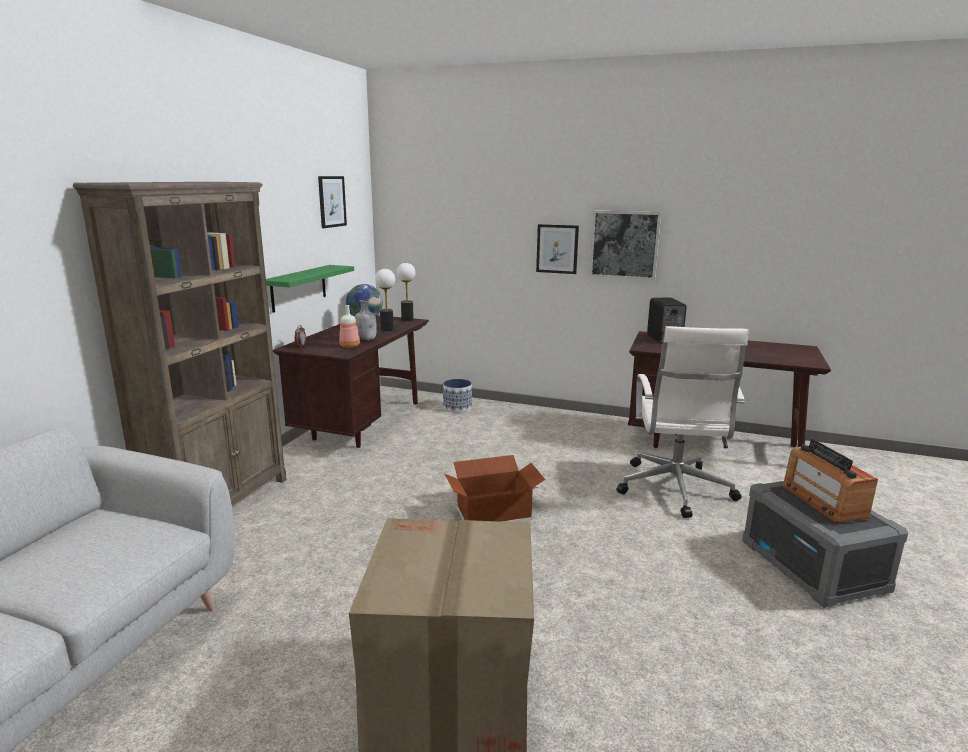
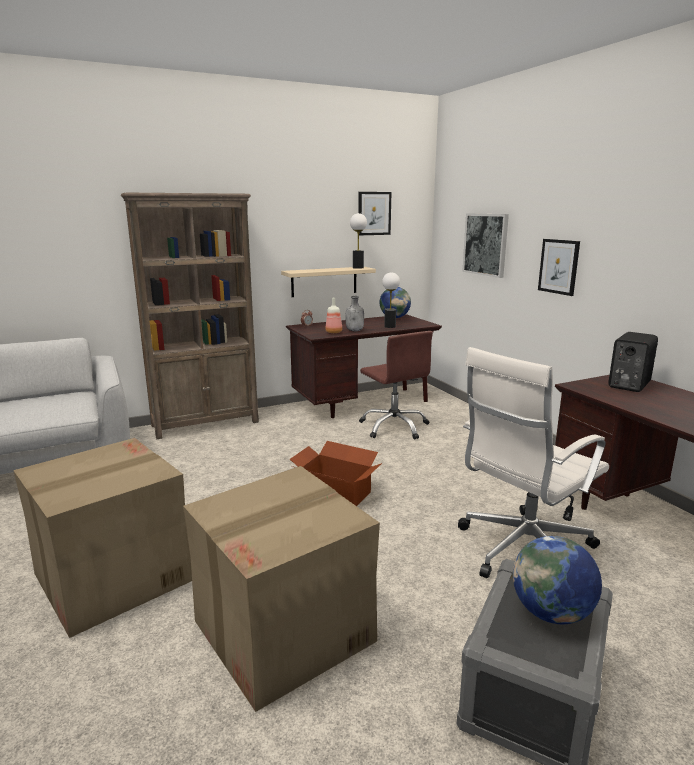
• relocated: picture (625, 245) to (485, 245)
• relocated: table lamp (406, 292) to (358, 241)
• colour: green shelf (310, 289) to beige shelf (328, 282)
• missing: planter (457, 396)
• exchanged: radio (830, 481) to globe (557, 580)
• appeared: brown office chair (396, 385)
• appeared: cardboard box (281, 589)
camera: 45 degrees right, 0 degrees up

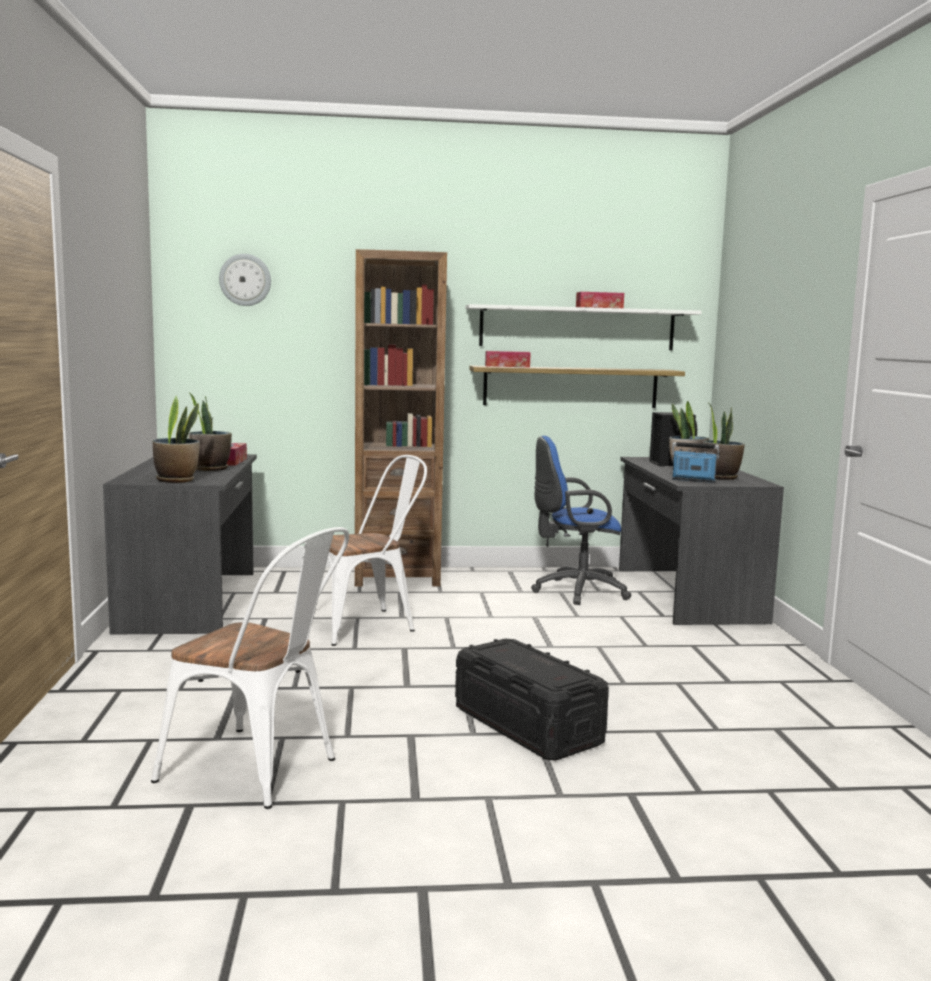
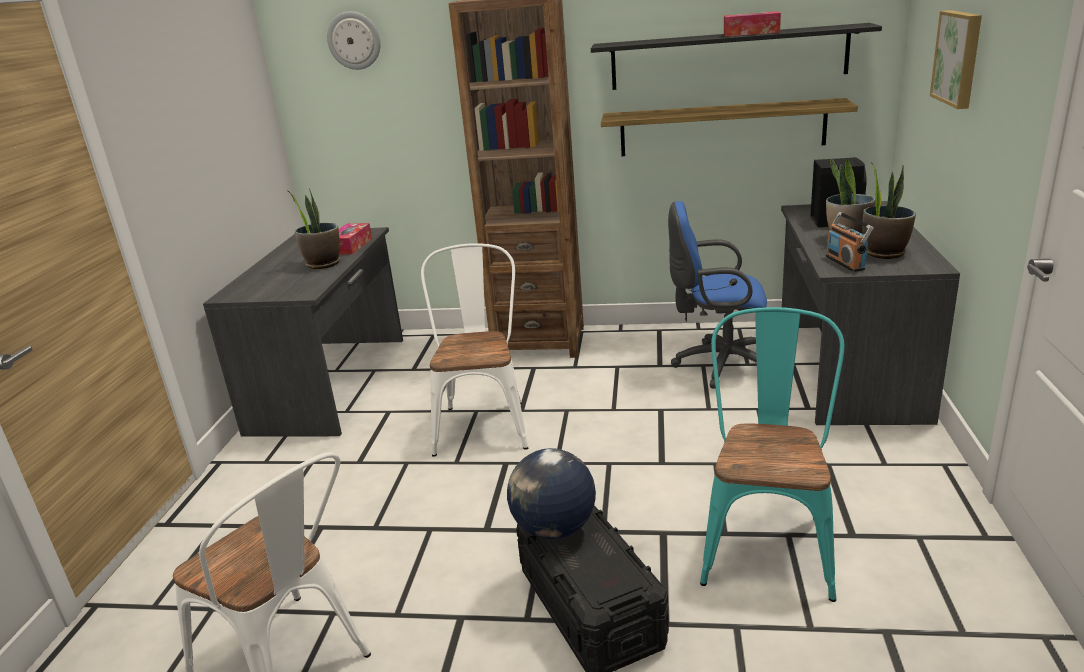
• colour: white shelf (583, 327) to black shelf (736, 56)
• missing: tissue box (508, 359)
• missing: potted plant (176, 439)
• spun: radio (695, 462) = (849, 242) 135 degrees counterclockwise
• spun: white chair (377, 550) = (474, 350) 75 degrees counterclockwise
• appeared: picture (956, 59)
• appeared: turquoise chair (772, 454)
• appeared: globe (551, 493)
camera: 15 degrees right, 15 degrees up

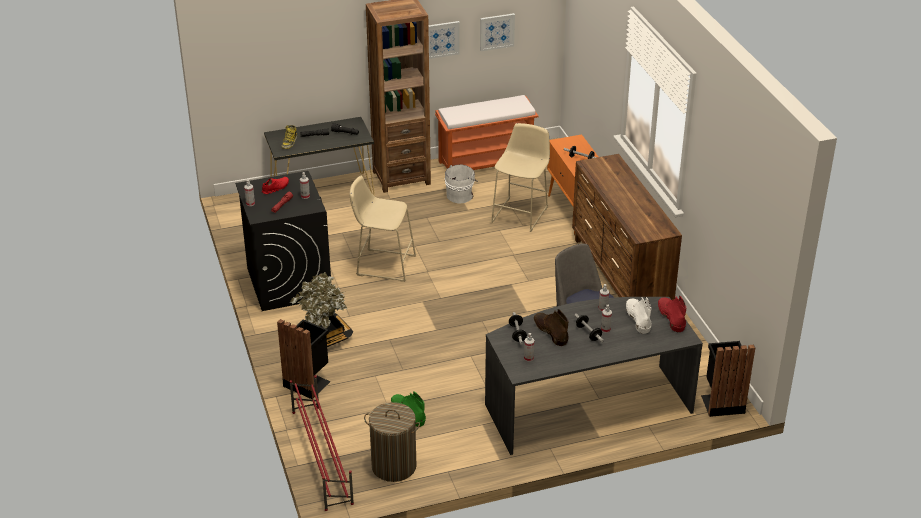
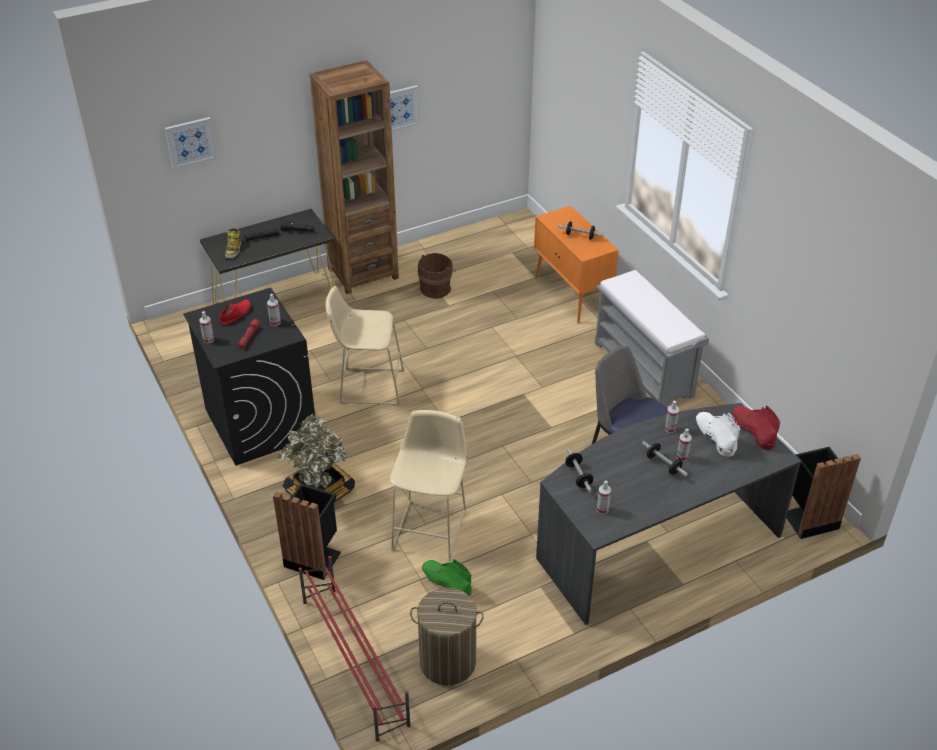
• relocated: picture (497, 32) to (191, 143)
• missing: orange bench (486, 132)
• relocated: beige stool (520, 177) to (428, 485)
• exchanged: brown dresser (627, 227) to grey bench (652, 338)
• colour: white bucket (461, 184) to brown bucket (437, 276)
• missing: brown boot (551, 327)
camera: 10 degrees left, 5 degrees up

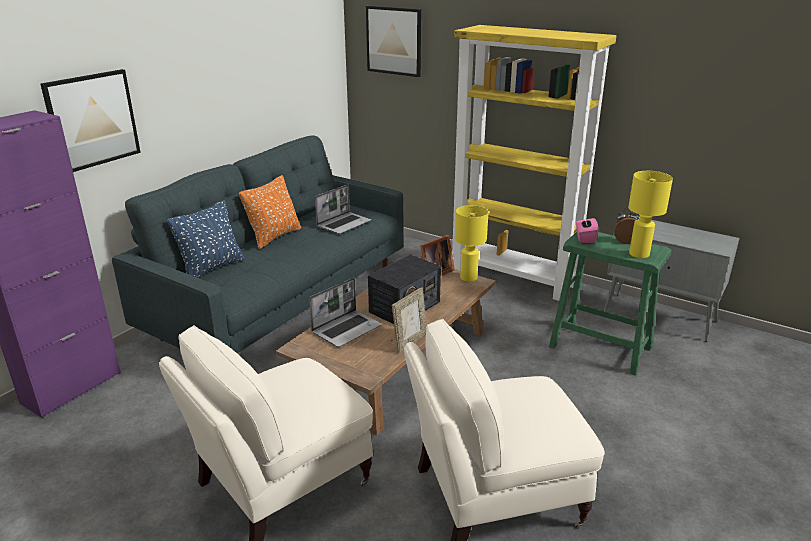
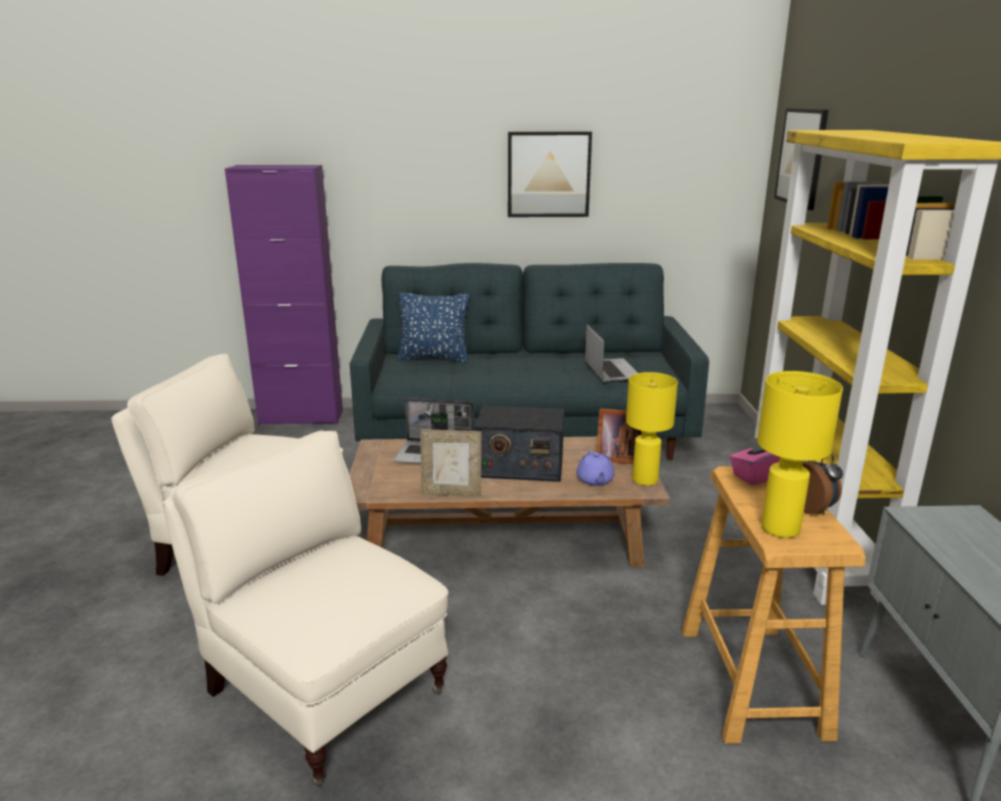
• relocated: picture (90, 120) to (550, 174)
• missing: orange pillow (270, 212)
• spun: laptop (343, 209) = (611, 353) 105 degrees counterclockwise
• colour: green stool (610, 303) to beige stool (774, 605)
• appeared: purple teapot (595, 468)
camera: 55 degrees right, 5 degrees down

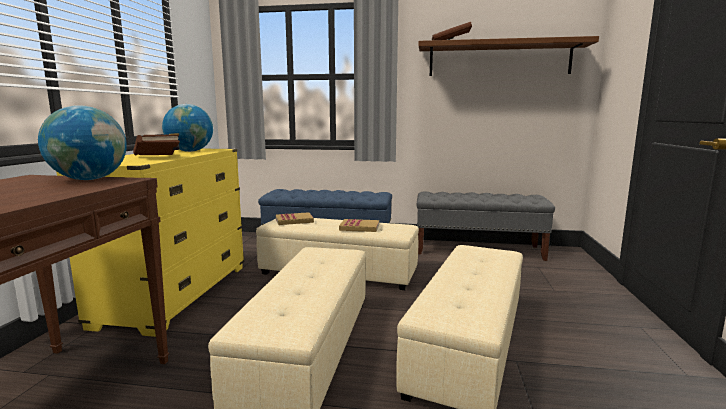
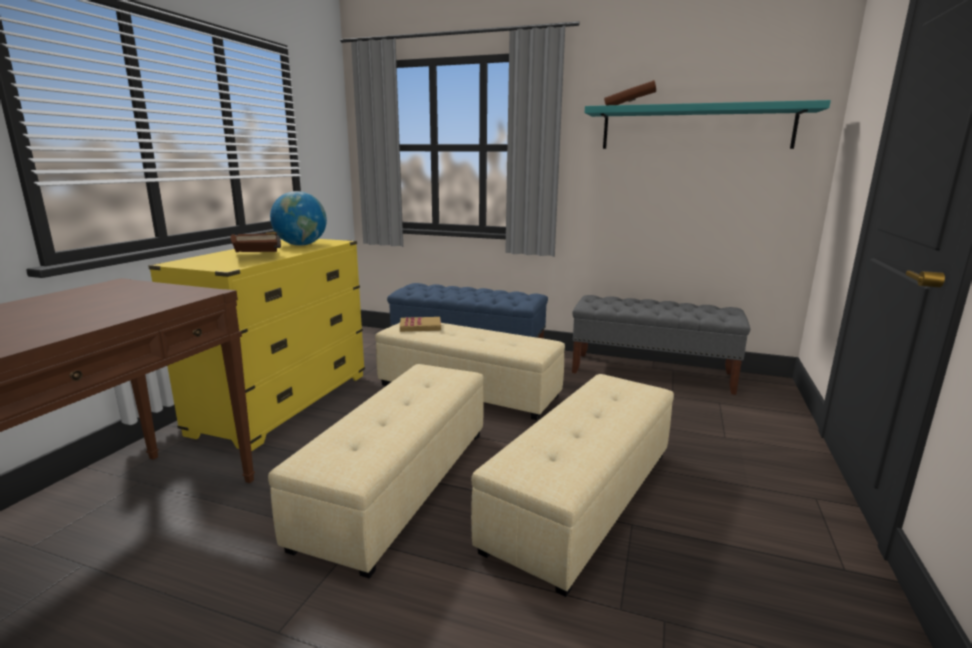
• colour: brown shelf (508, 56) to turquoise shelf (708, 124)
• missing: globe (82, 142)
• missing: book (359, 225)
camera: 10 degrees right, 5 degrees up

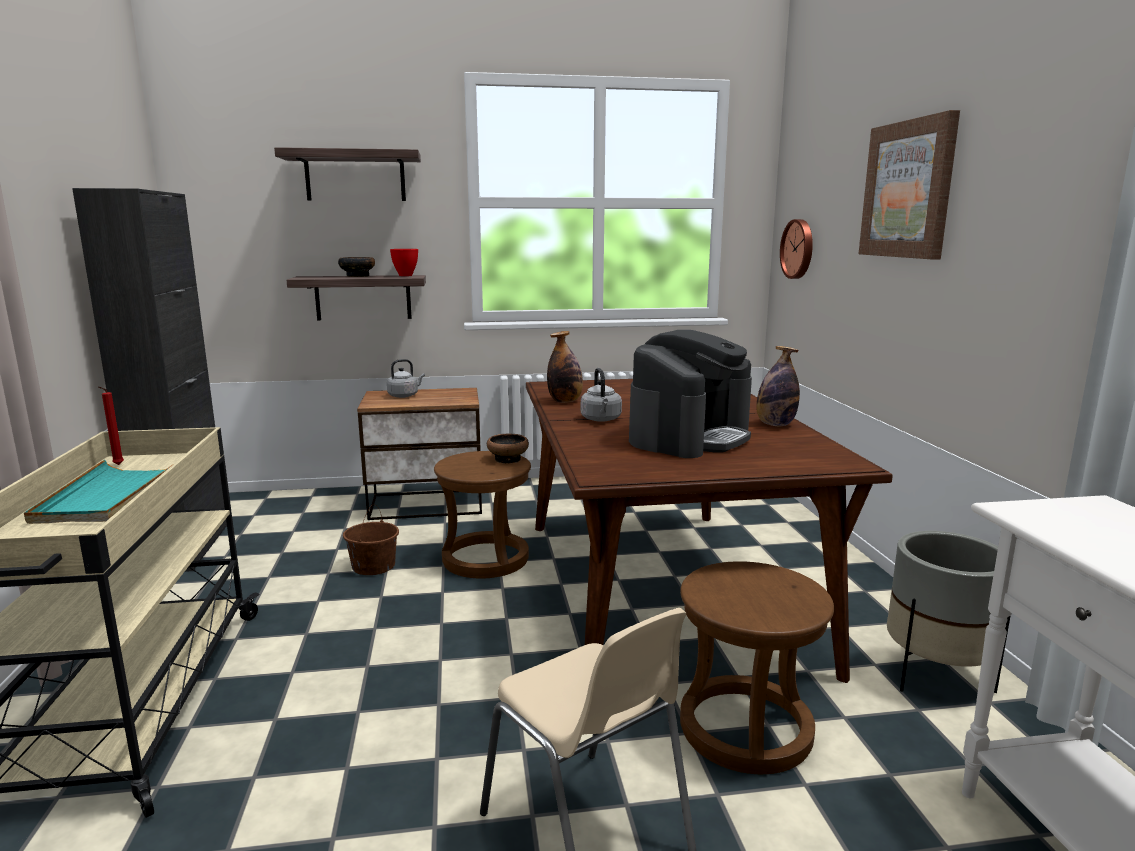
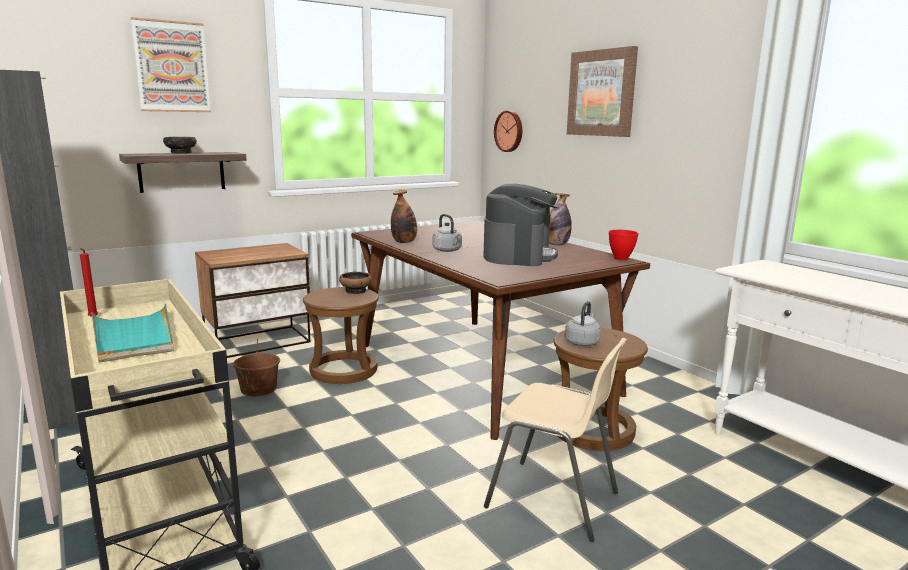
• exchanged: shelf (347, 174) to picture (171, 64)
• relocated: red bowl (404, 262) to (624, 245)
• relocated: grey kettle (406, 378) to (583, 323)
• missing: grey planter (948, 612)
camera: 25 degrees left, 0 degrees up

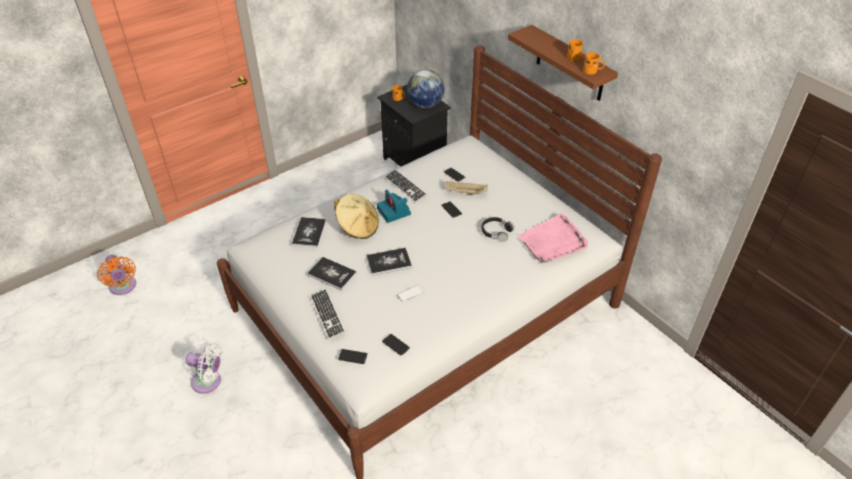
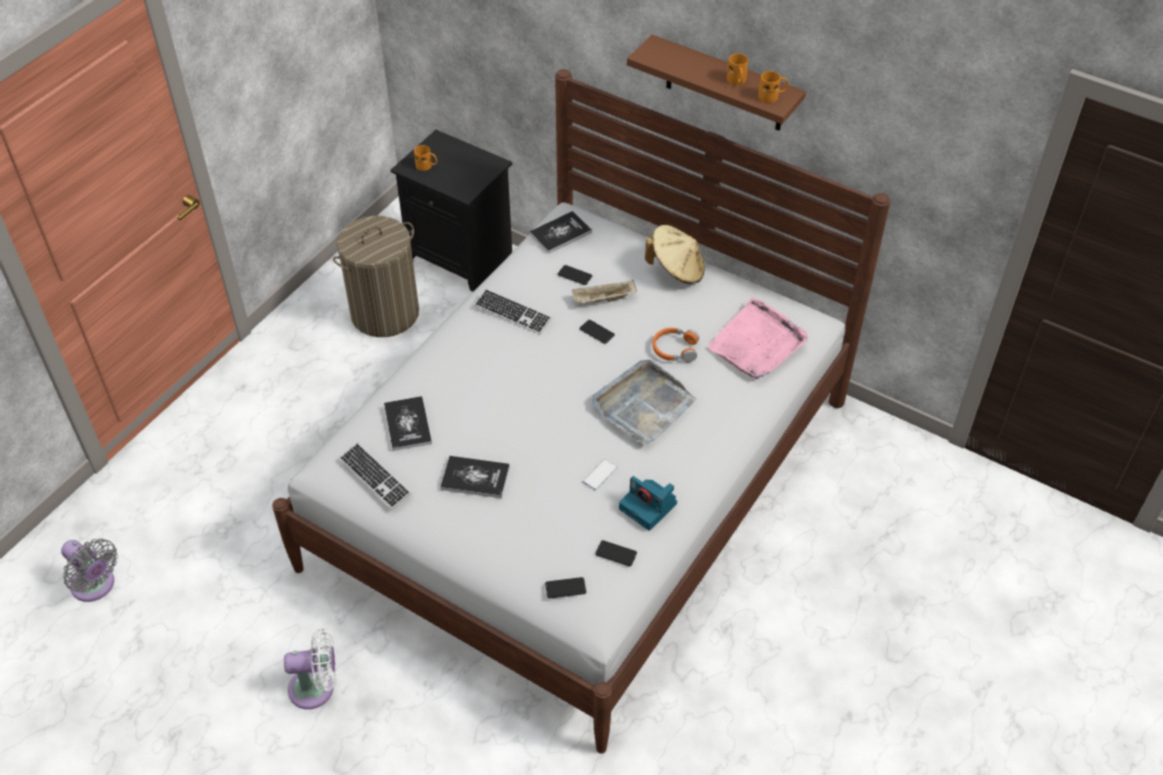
• missing: globe (426, 88)
• relocated: photo camera (394, 206) to (648, 503)
• relocated: beige hat (356, 216) to (675, 254)
• colour: black headphones (497, 229) to orange headphones (675, 345)
• relocated: book (389, 262) to (560, 232)
• colour: orange fan (116, 274) to grey fan (89, 570)
• relocated: keyboard (328, 314) to (375, 476)
• appeared: laundry basket (376, 276)
• appeared: grey tray (644, 402)
camera: 20 degrees left, 5 degrees up

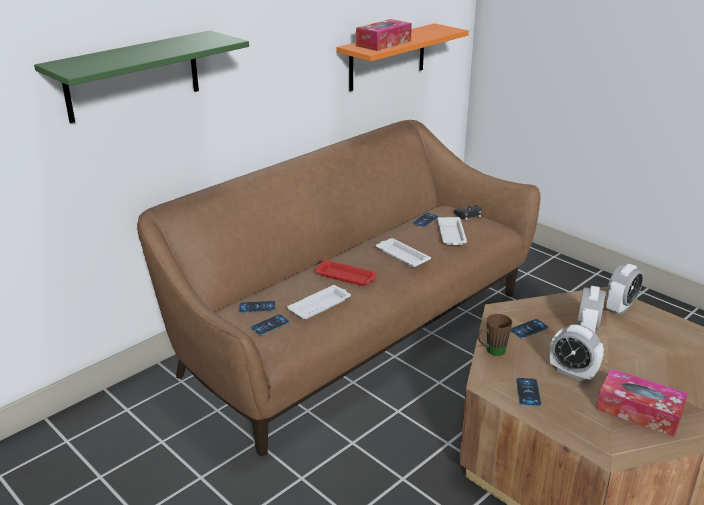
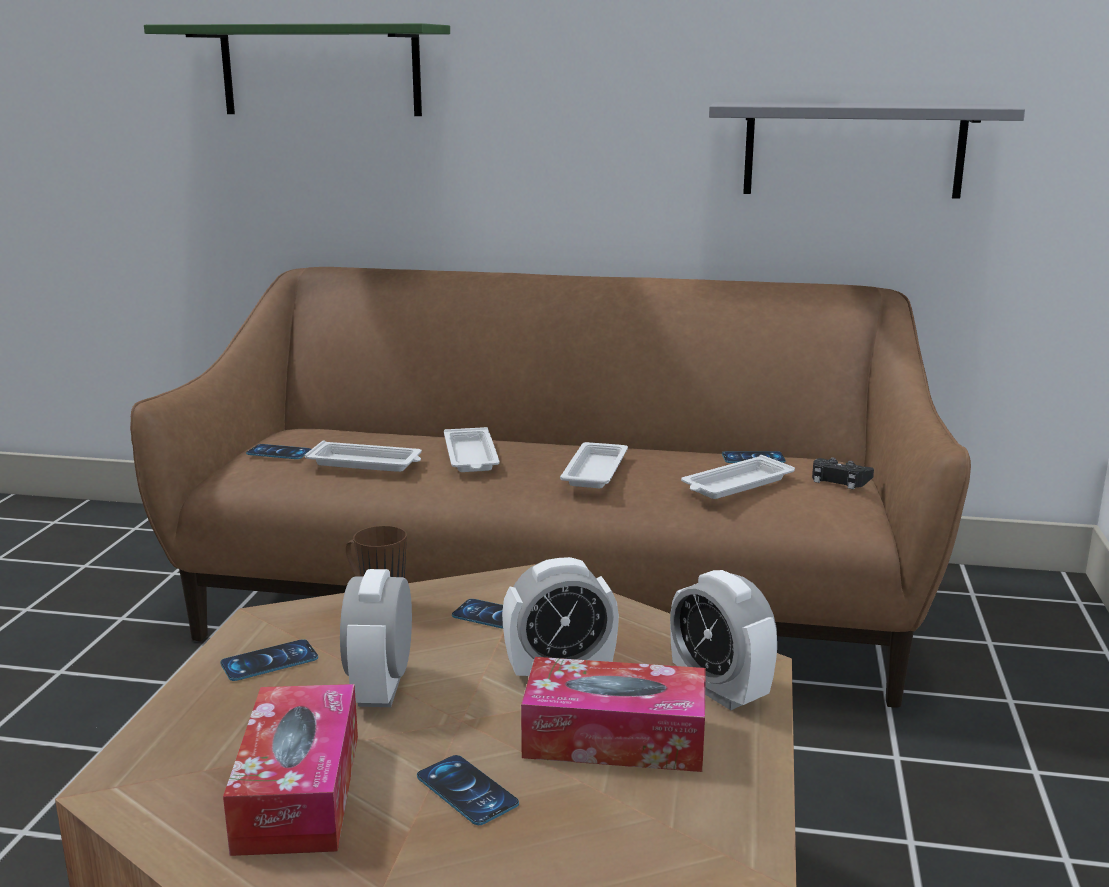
• relocated: tissue box (384, 35) to (613, 714)
• colour: orange shelf (402, 57) to grey shelf (867, 150)
• colour: red tray (345, 272) to white tray (472, 449)
• spun: alarm clock (625, 289) = (723, 640) 45 degrees clockwise
• relocated: phone (257, 307) to (468, 790)
camera: 55 degrees right, 10 degrees down

